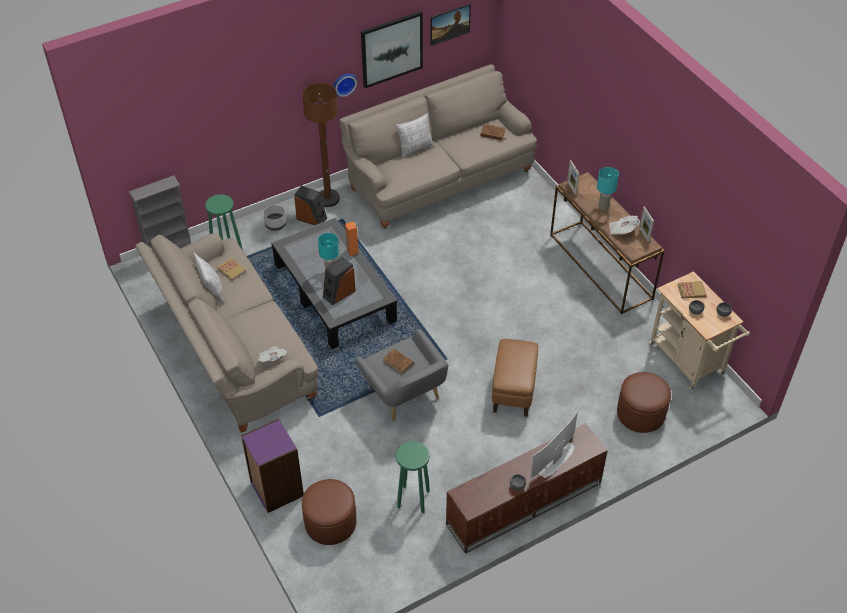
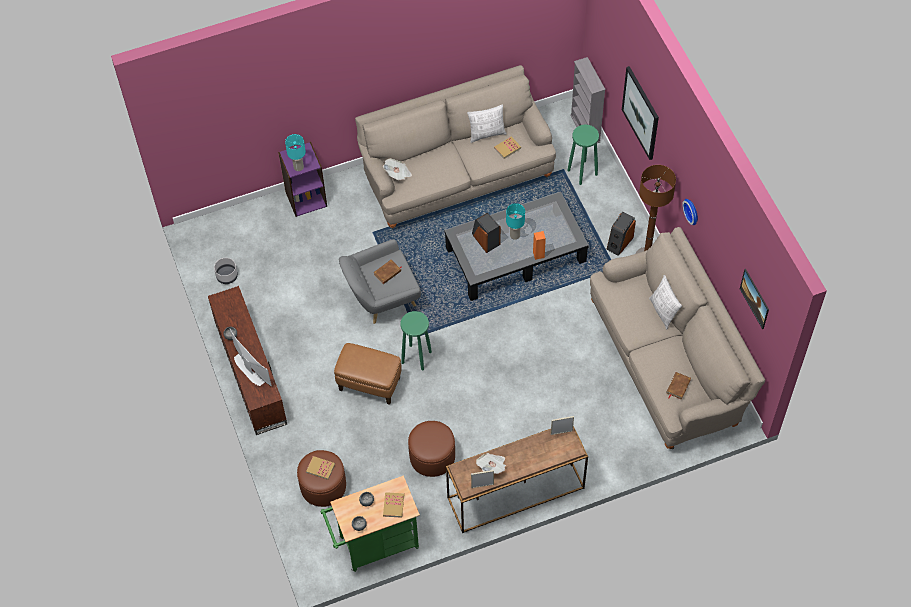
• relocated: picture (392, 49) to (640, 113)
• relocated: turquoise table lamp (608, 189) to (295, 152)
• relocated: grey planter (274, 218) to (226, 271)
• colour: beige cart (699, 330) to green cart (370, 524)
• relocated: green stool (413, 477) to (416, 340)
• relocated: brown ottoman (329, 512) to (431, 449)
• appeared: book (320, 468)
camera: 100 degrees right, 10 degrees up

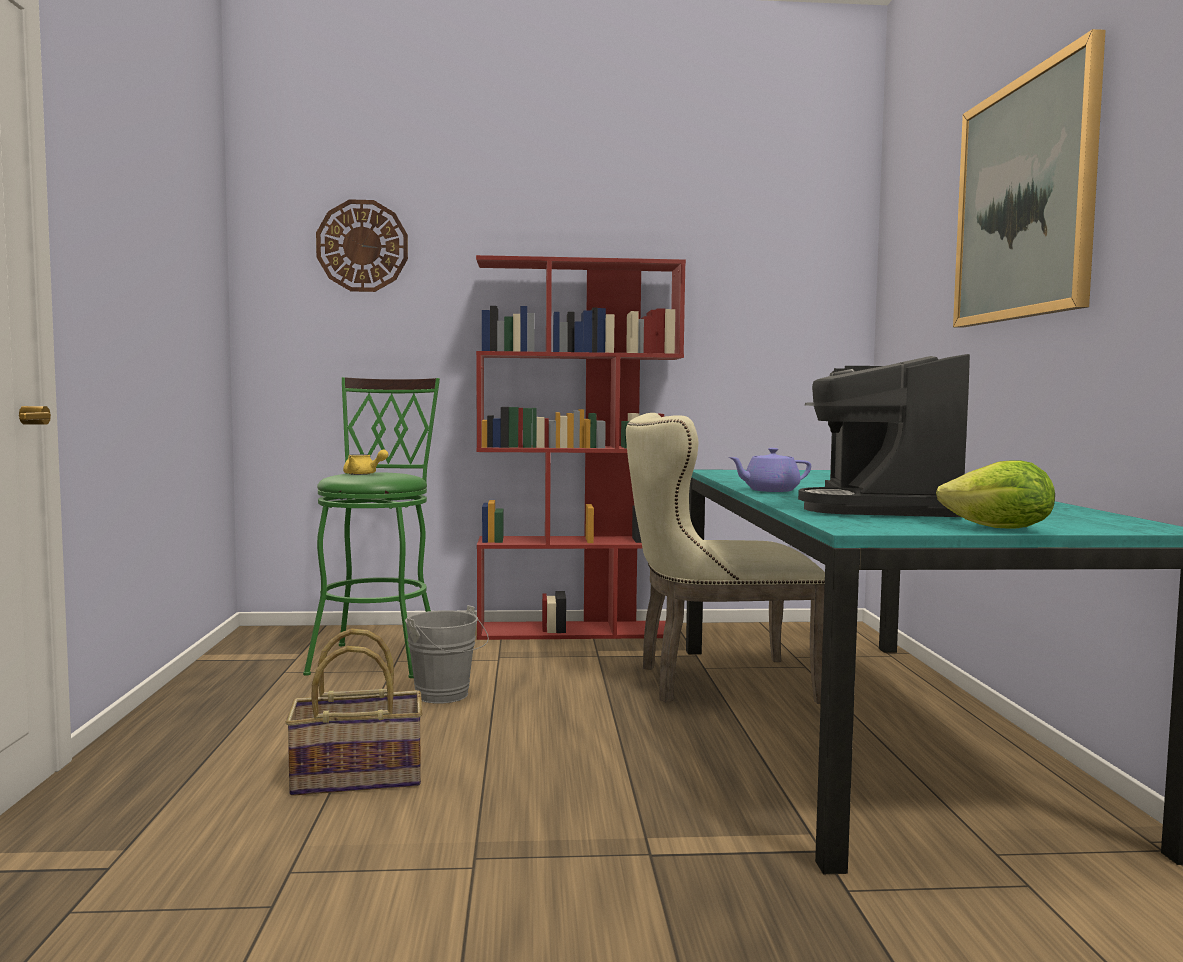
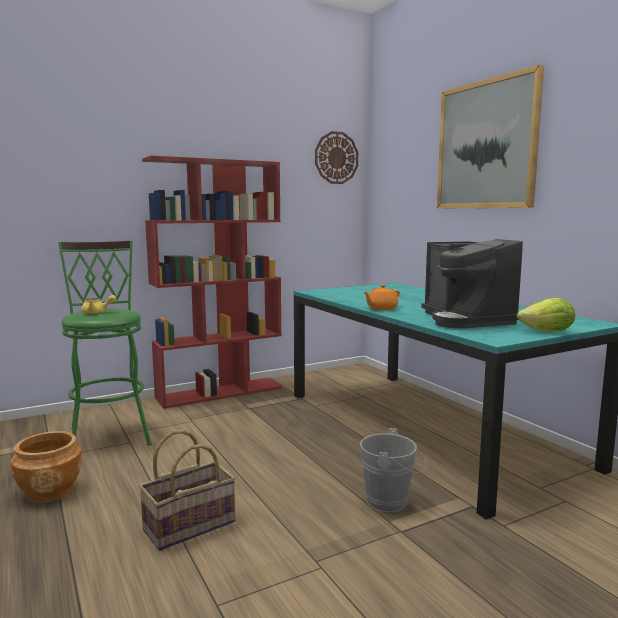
• relocated: wall clock (362, 245) to (336, 157)
• missing: beige chair (725, 558)
• colour: purple teapot (770, 470) to orange teapot (381, 297)
• relocated: grey bucket (447, 654) to (393, 470)
• appeared: brown planter (46, 467)
camera: 25 degrees left, 5 degrees up

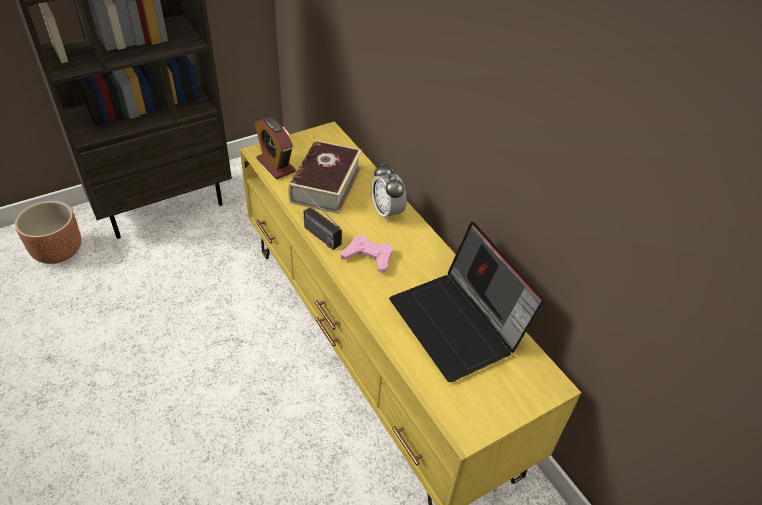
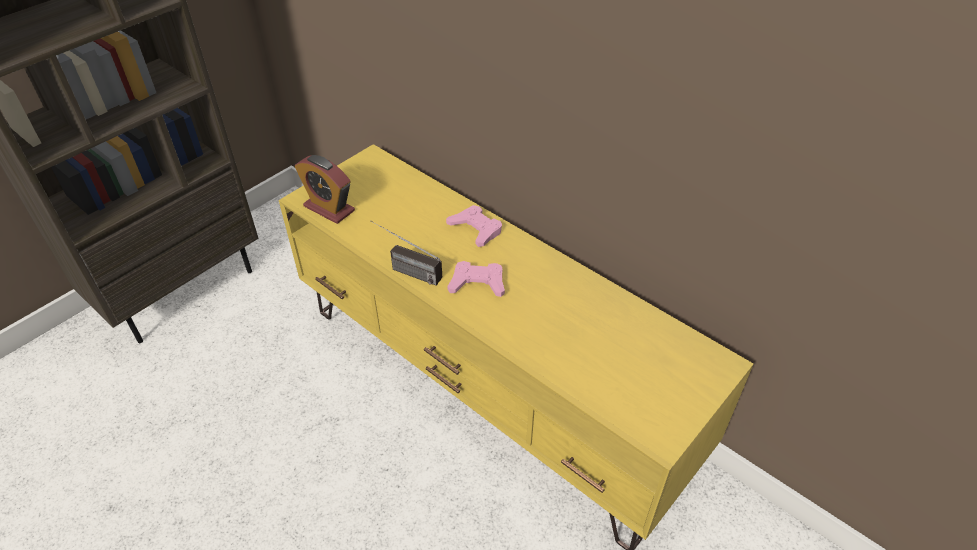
• missing: book (325, 177)
• exchanged: alarm clock (389, 192) to pink game controller (474, 226)
• missing: brown planter (48, 232)
• missing: laptop (466, 301)
camera: 15 degrees left, 0 degrees up

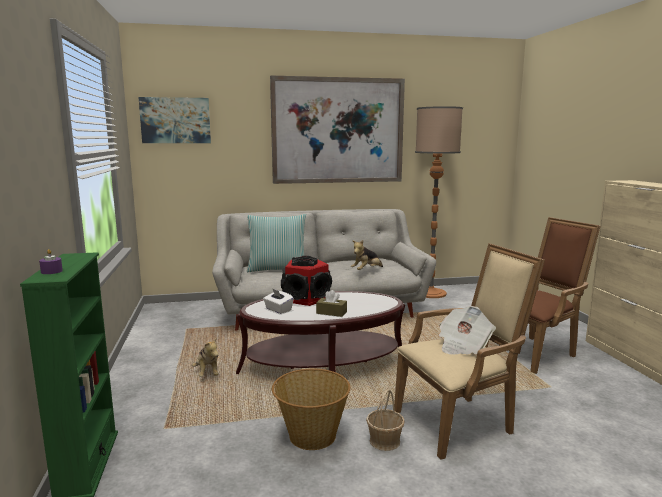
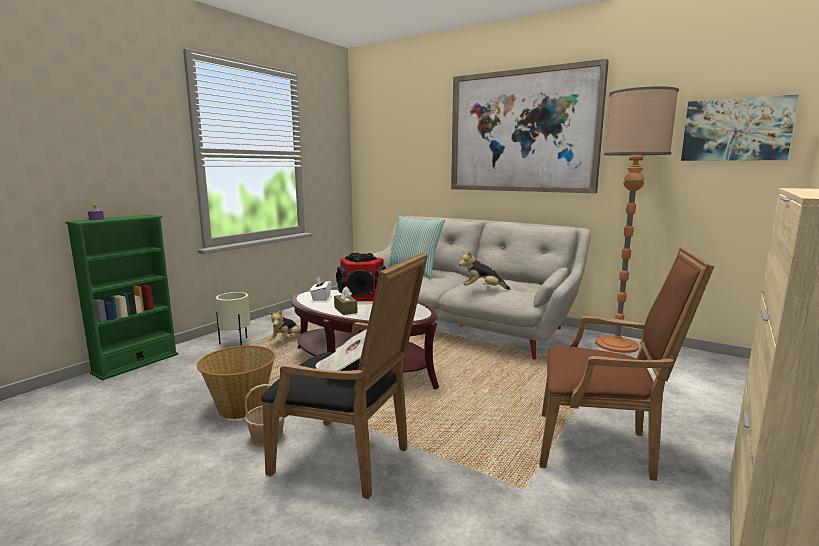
• relocated: picture (174, 120) to (740, 127)
• colour: beige armchair (469, 351) to black armchair (344, 376)
• appeared: beige planter (233, 319)
camera: 45 degrees right, 0 degrees up

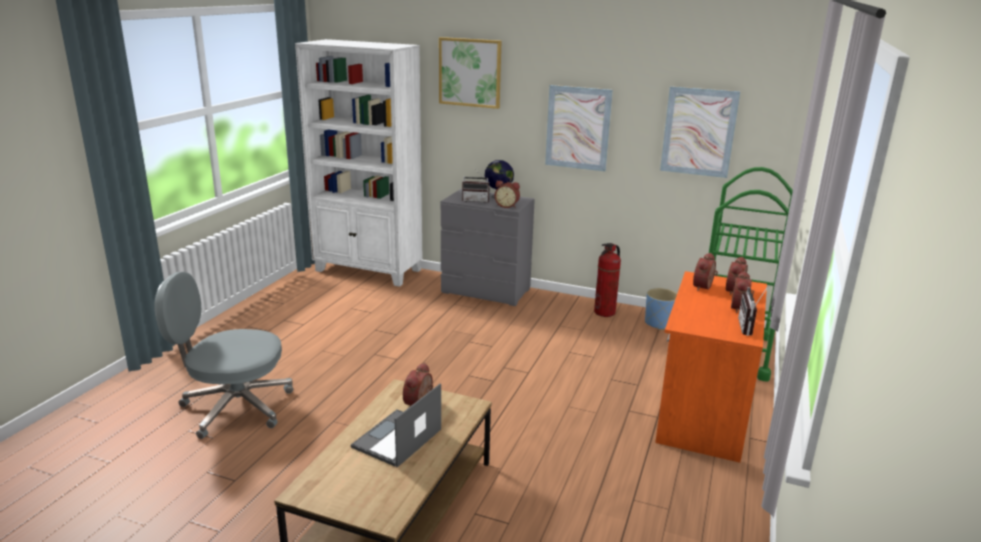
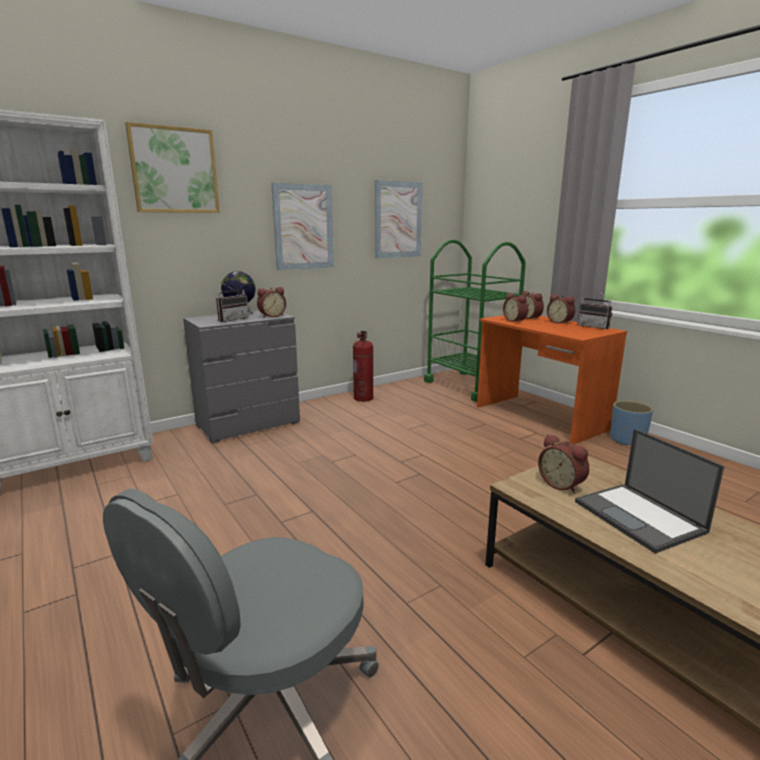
• relocated: blue planter (661, 309) to (631, 423)
camera: 55 degrees left, 5 degrees down

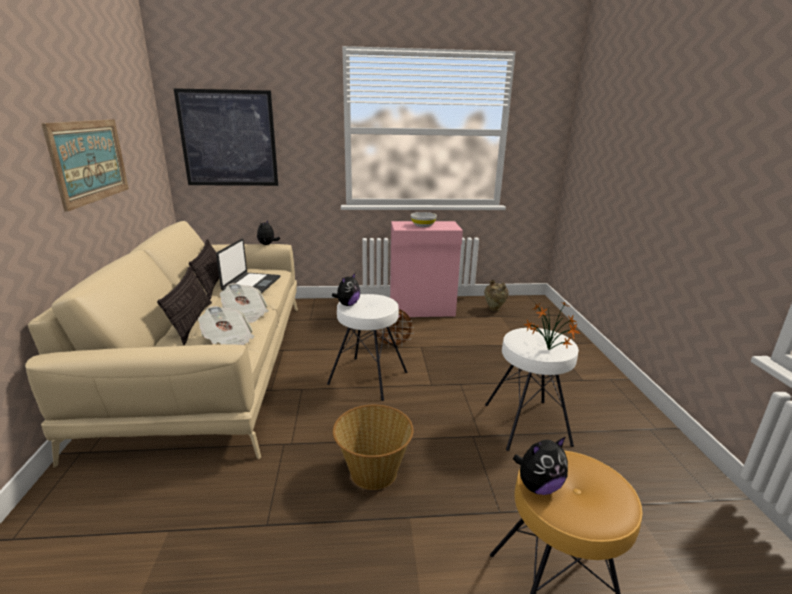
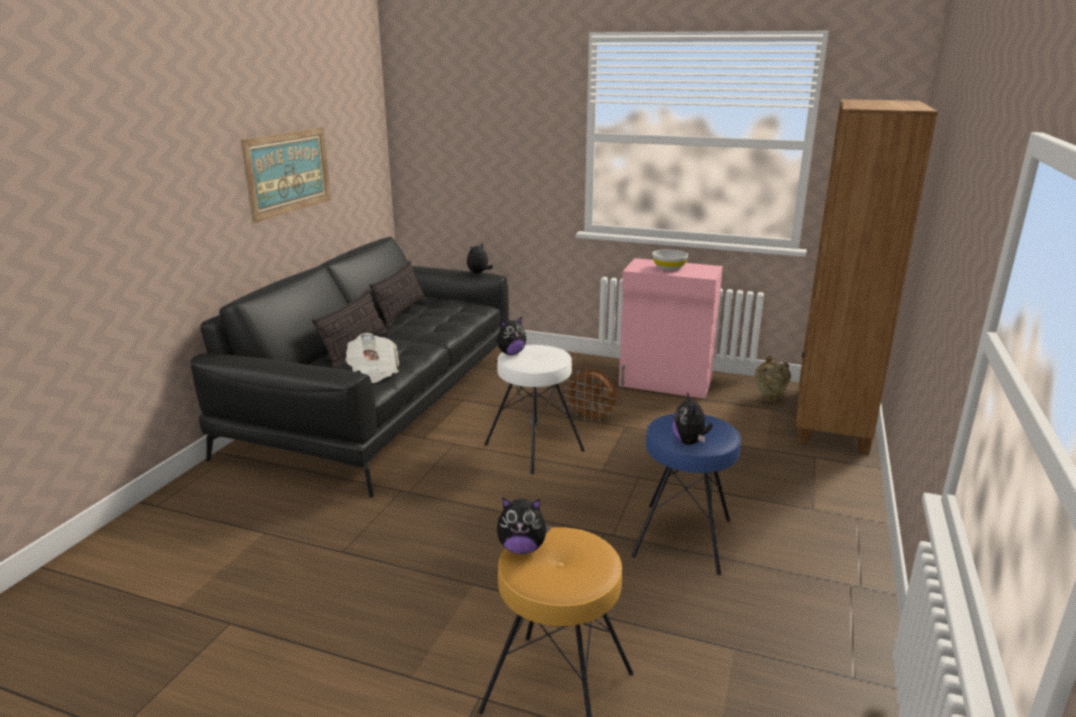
• missing: picture (225, 137)
• colour: beige sofa (161, 344) to black sofa (350, 367)
• missing: laptop (248, 266)
• missing: newspaper (244, 303)
• exchanged: potted plant (551, 325) to plush toy (692, 418)
• colour: white stool (532, 389) to blue stool (686, 494)
• missing: basket (373, 447)
• appeared: brown bookcase (867, 276)
camera: 25 degrees right, 0 degrees up

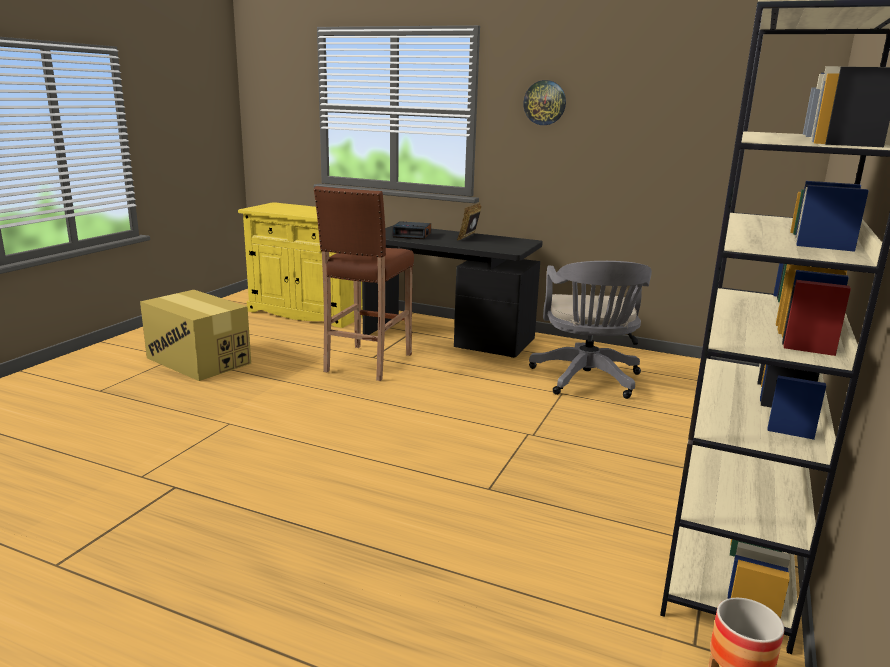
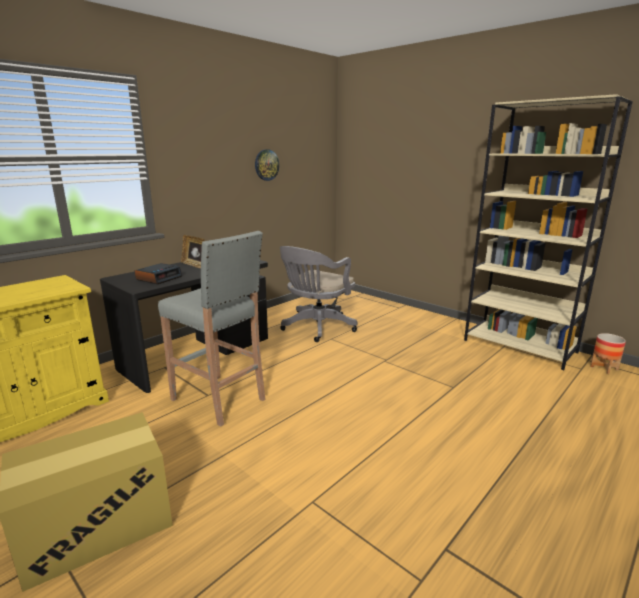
• relocated: wall clock (544, 102) to (267, 165)
• colour: brown stool (364, 283) to grey stool (211, 329)
• spun: grey office chair (590, 330) = (318, 294) 105 degrees clockwise
camera: 70 degrees left, 0 degrees up

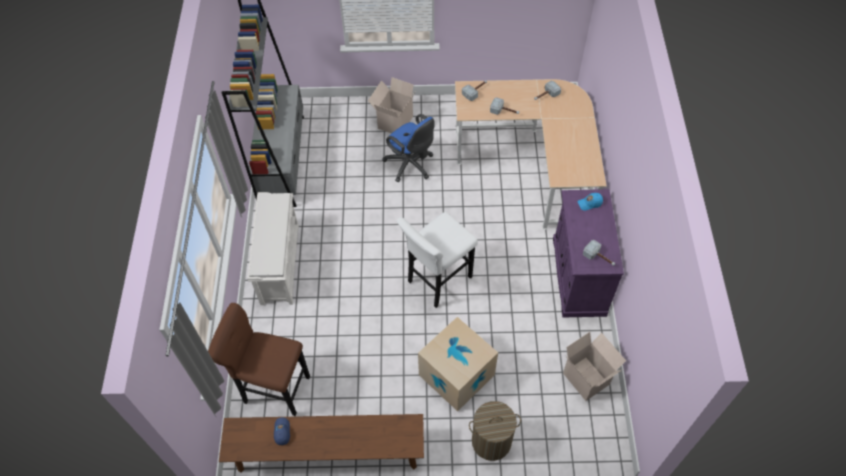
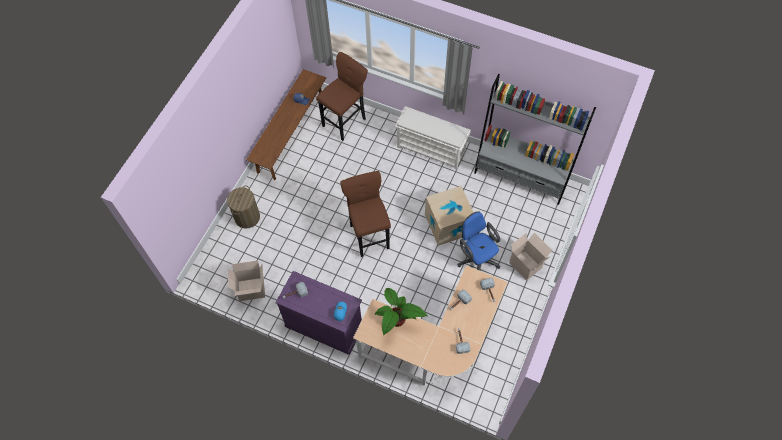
• spun: blue office chair (408, 148) = (478, 241) 75 degrees clockwise
• colour: white stool (437, 260) to brown stool (365, 214)
• relocated: cardboard box (458, 364) to (449, 216)
• appeared: potted plant (401, 311)
camera: 115 degrees right, 5 degrees up

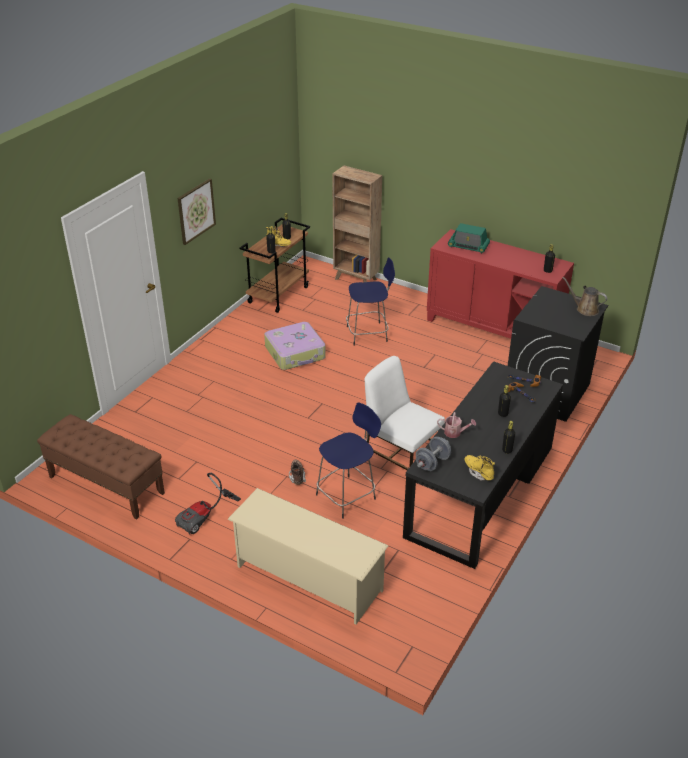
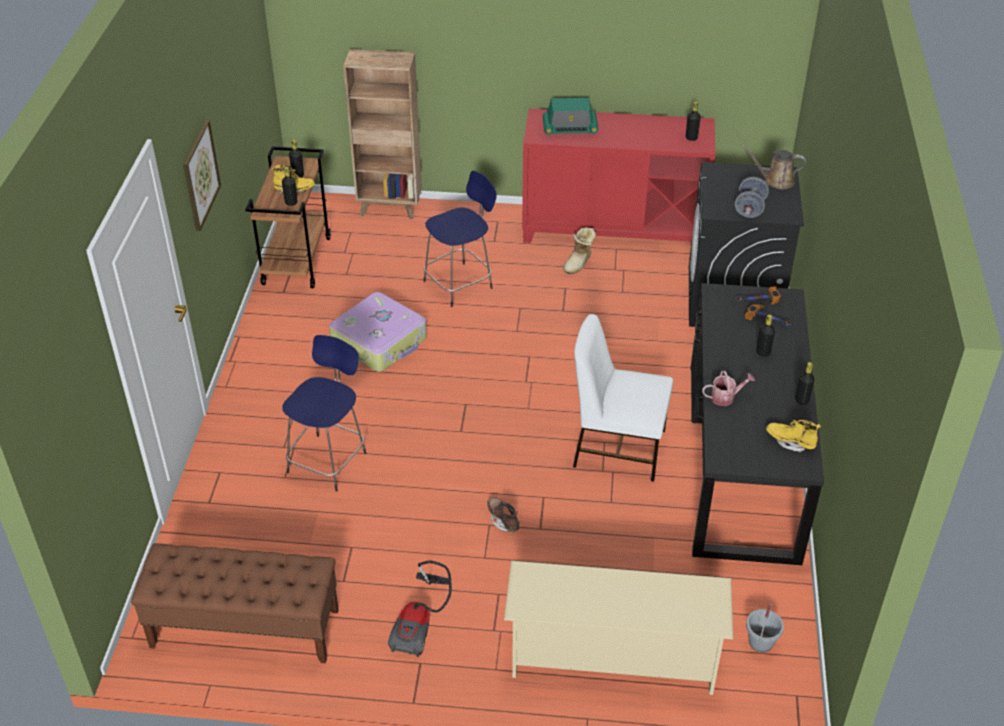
• relocated: blue stool (348, 460) to (324, 413)
• relocated: grey dumbbell (433, 454) to (752, 197)
• appeared: boot (579, 250)
• appeared: grey bucket (765, 627)
camera: 25 degrees left, 5 degrees up

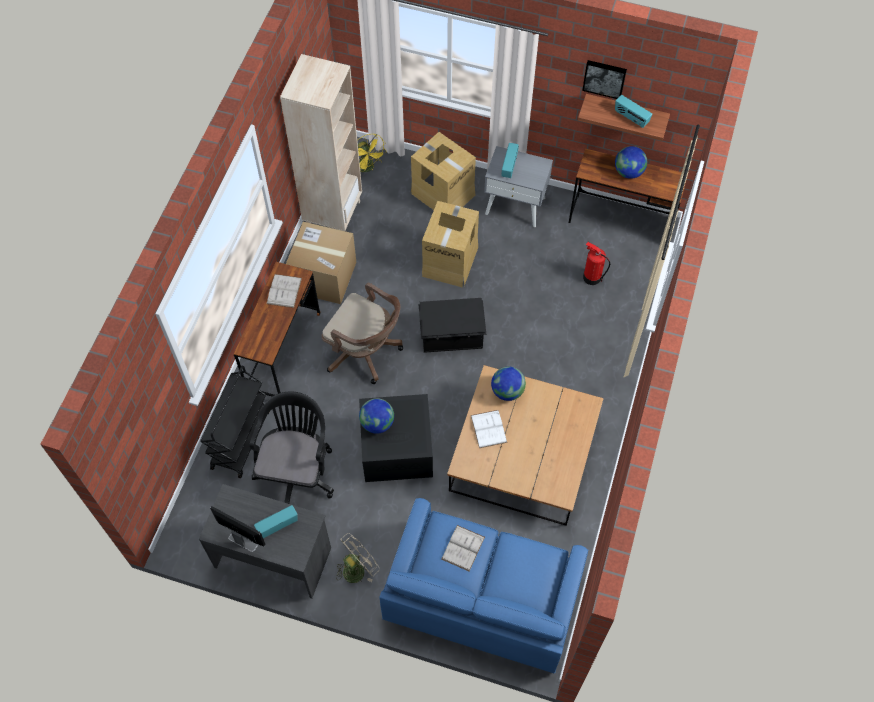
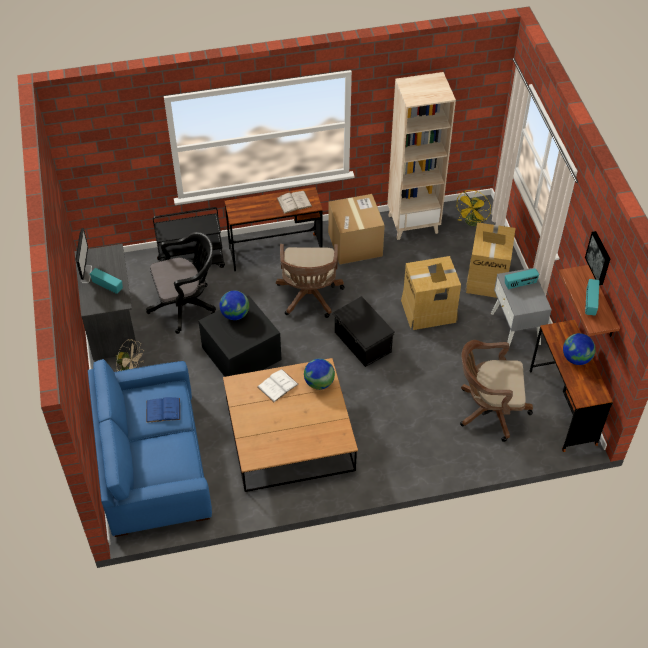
• exchanged: fire extinguisher (596, 263) to brown office chair (496, 391)
• colour: white book (463, 548) to blue book (163, 410)
camera: 60 degrees right, 10 degrees down

